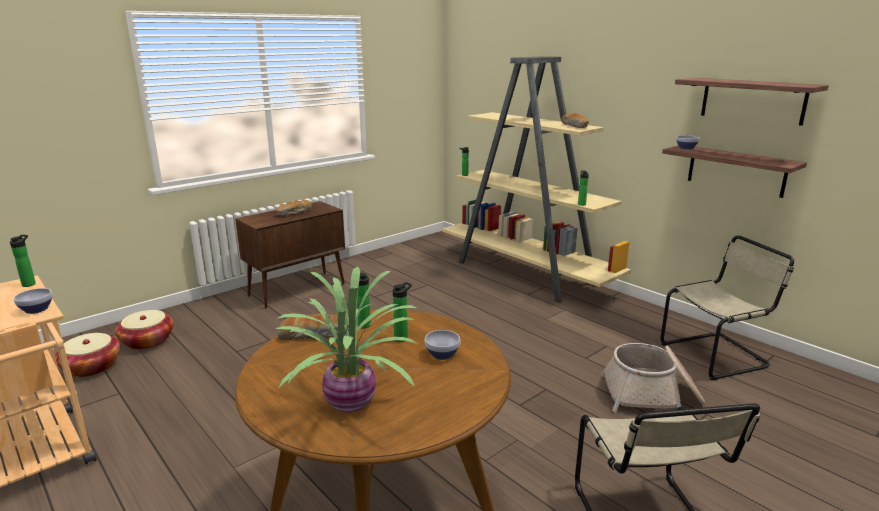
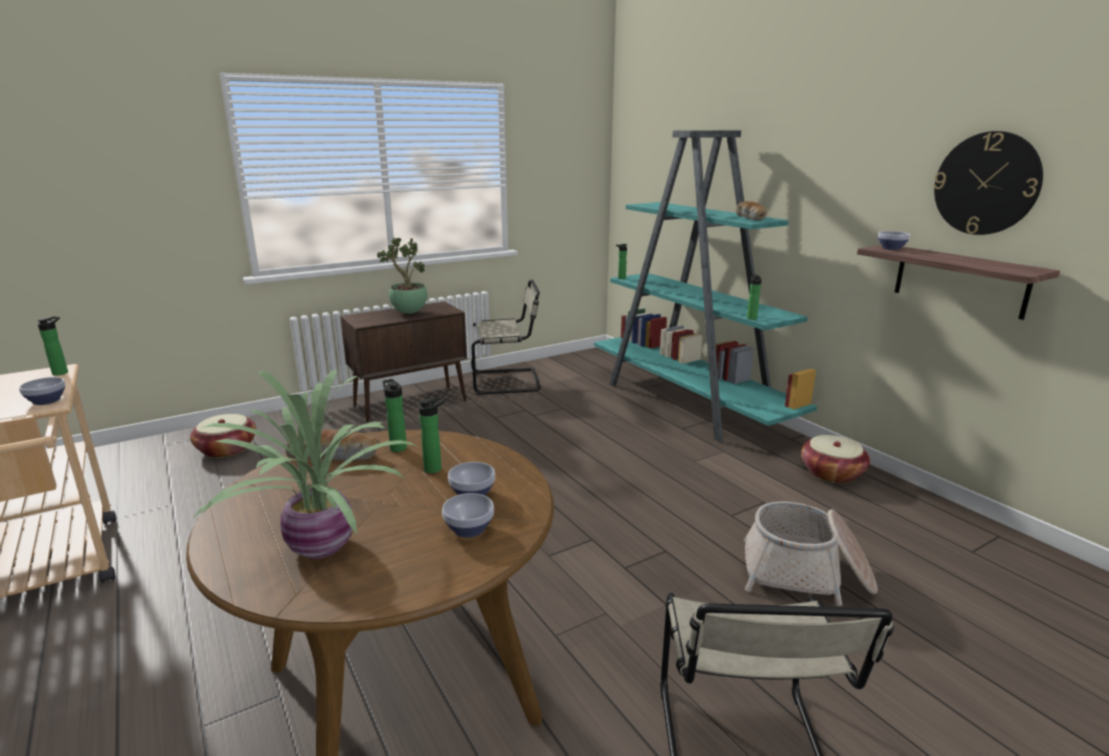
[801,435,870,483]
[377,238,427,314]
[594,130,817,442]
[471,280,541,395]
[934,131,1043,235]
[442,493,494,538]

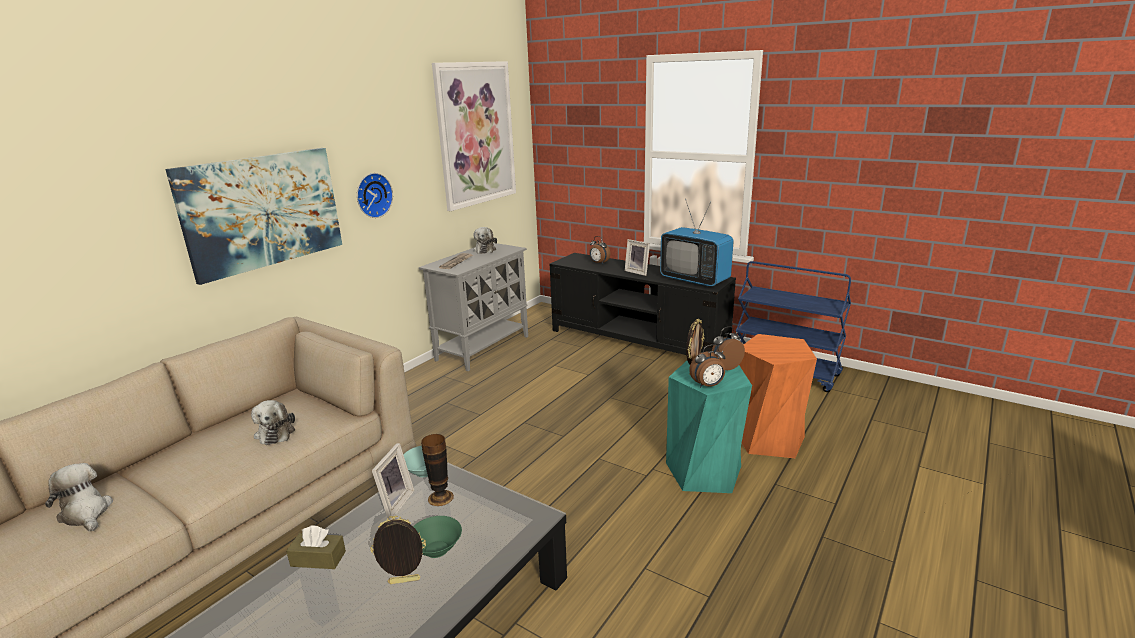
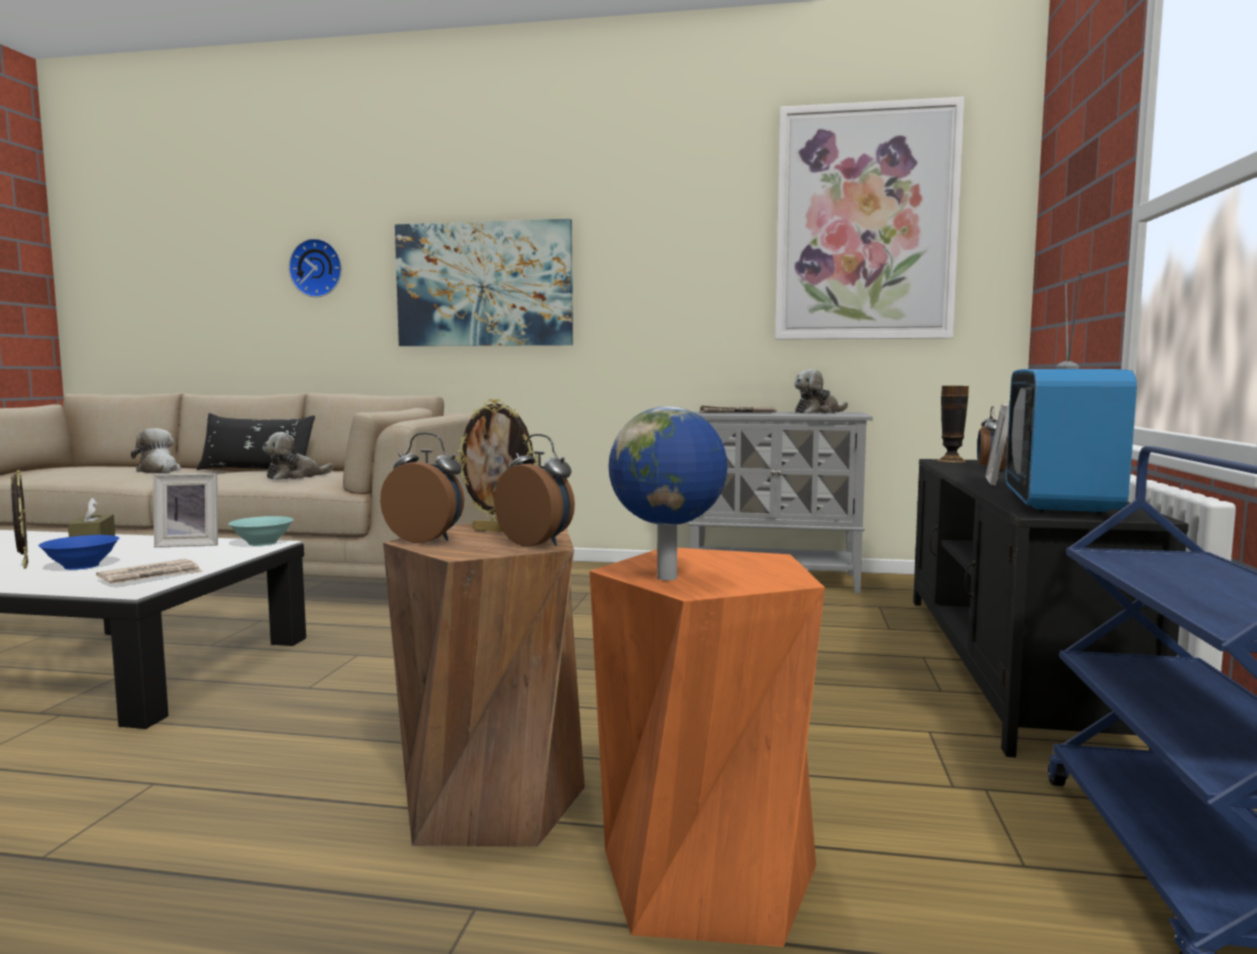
[131,428,181,474]
[288,238,342,297]
[38,535,119,570]
[937,386,969,462]
[383,524,585,847]
[380,432,464,543]
[96,559,203,584]
[197,413,315,470]
[609,406,727,580]

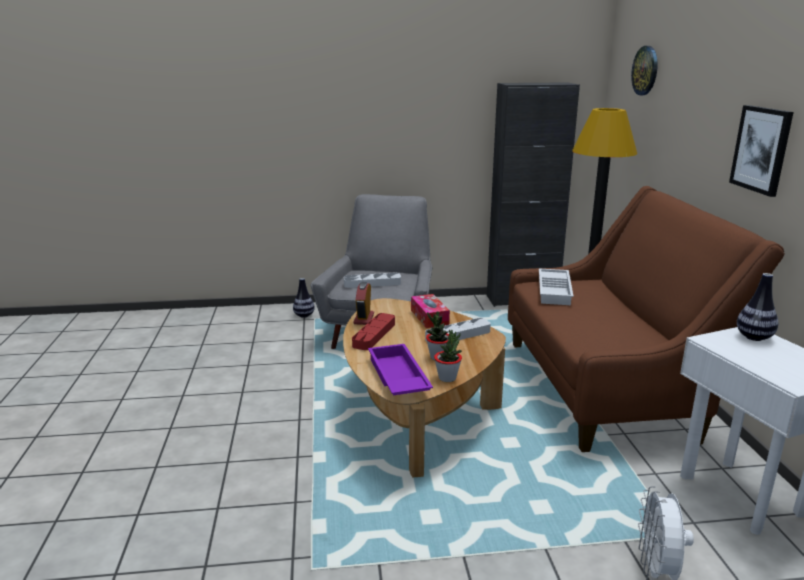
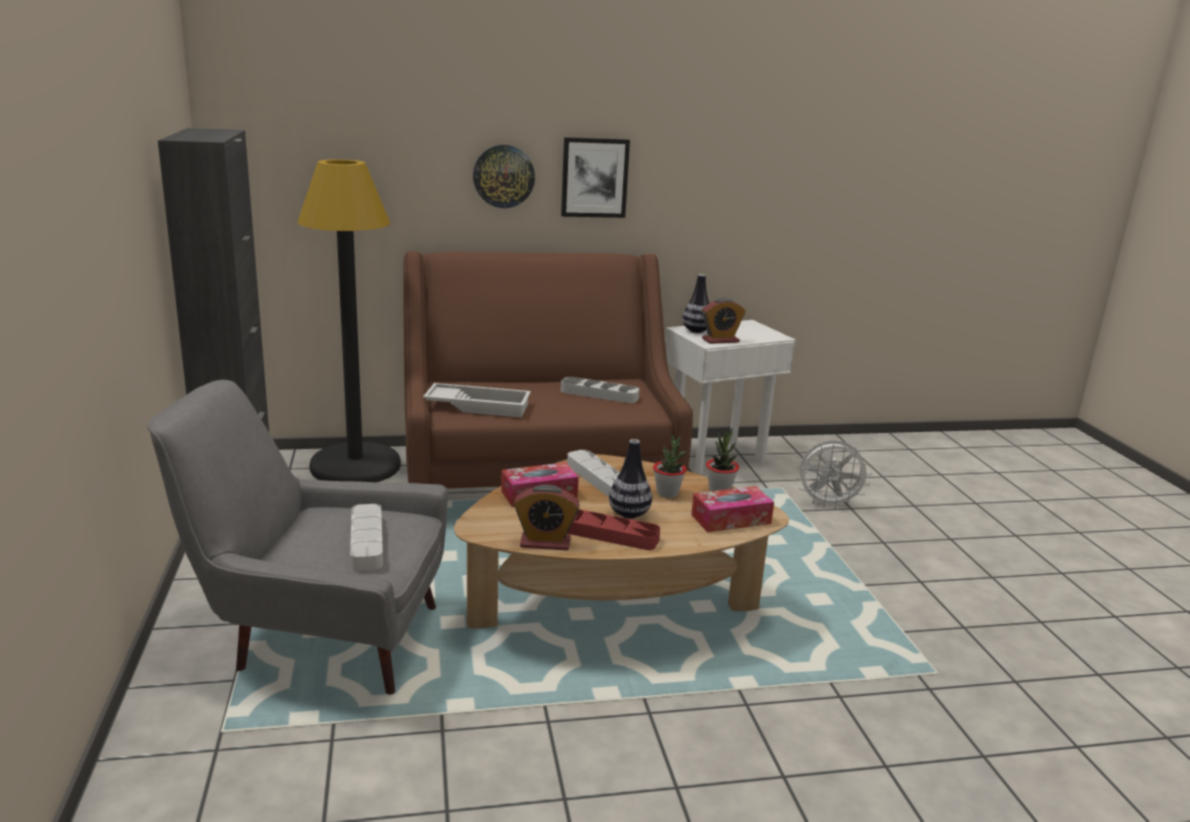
[609,439,652,519]
[691,486,774,532]
[473,145,535,208]
[561,377,640,403]
[702,298,746,344]

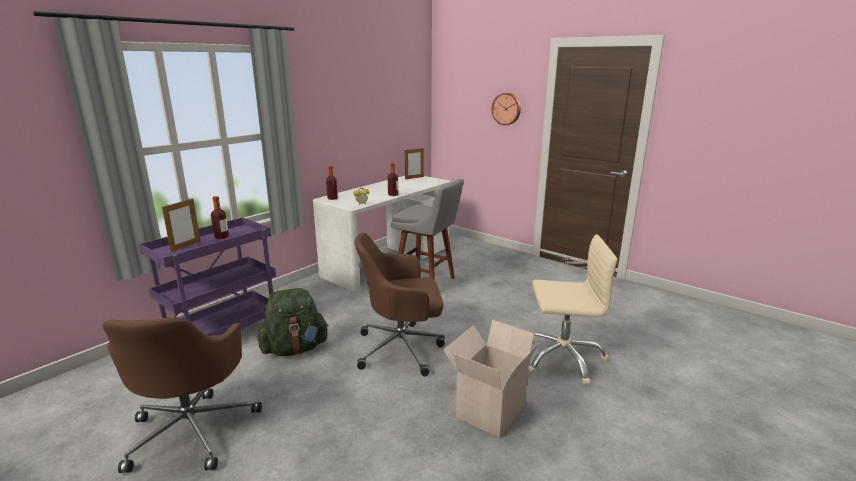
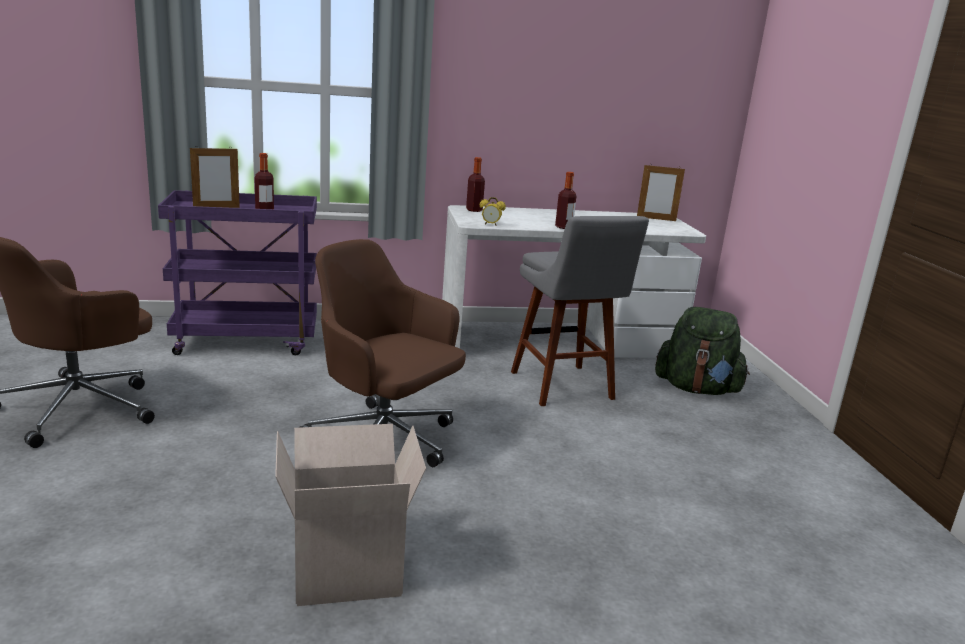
[655,307,750,395]
[492,93,521,125] (first image)
[528,234,618,385] (first image)

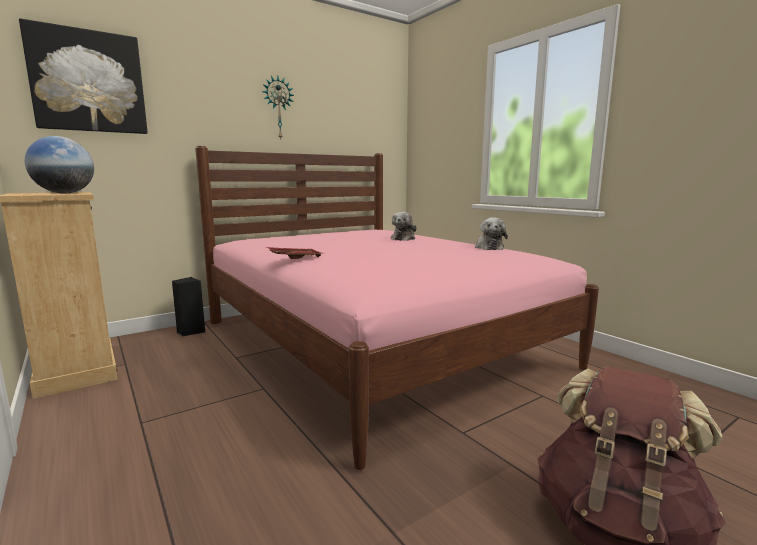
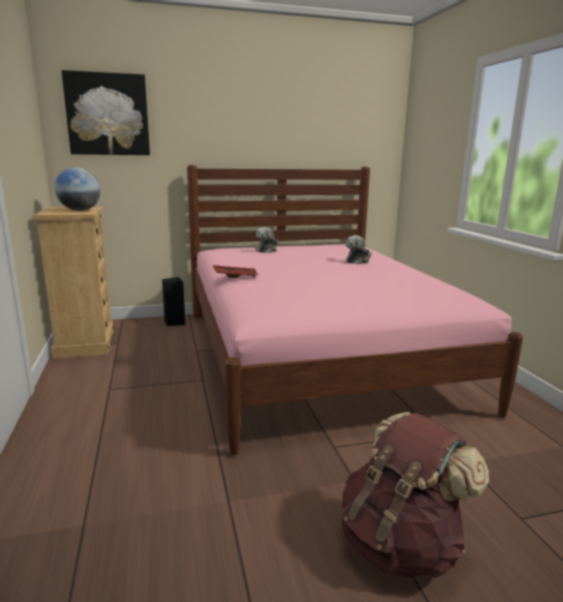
[262,76,294,139] (first image)
[255,227,278,253]

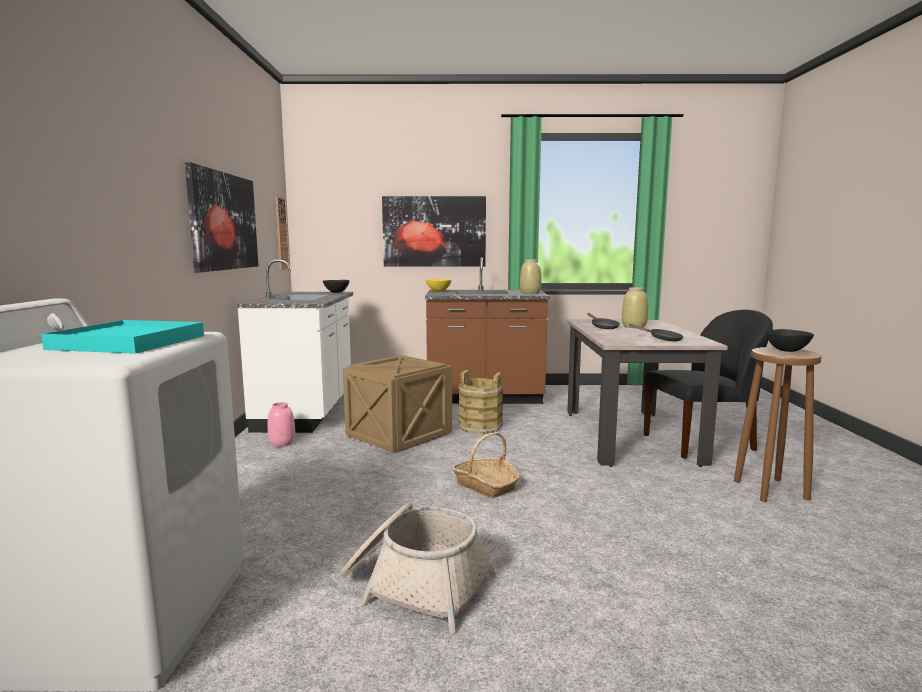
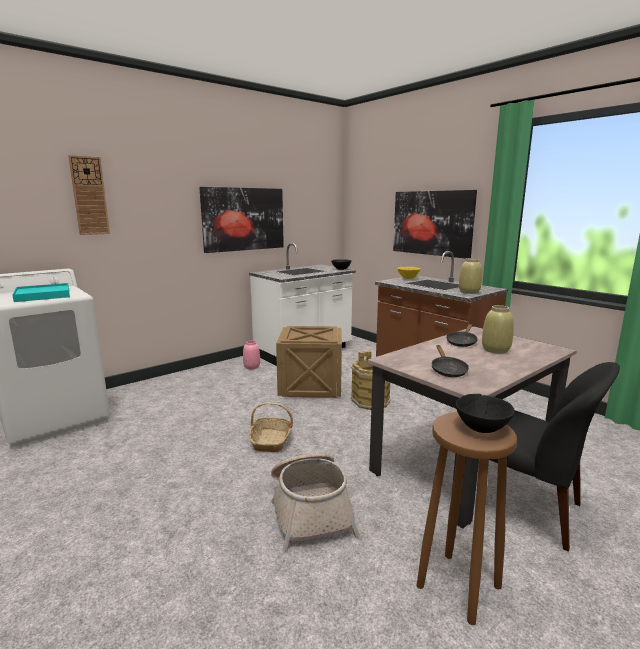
[68,155,110,235]
[271,453,359,551]

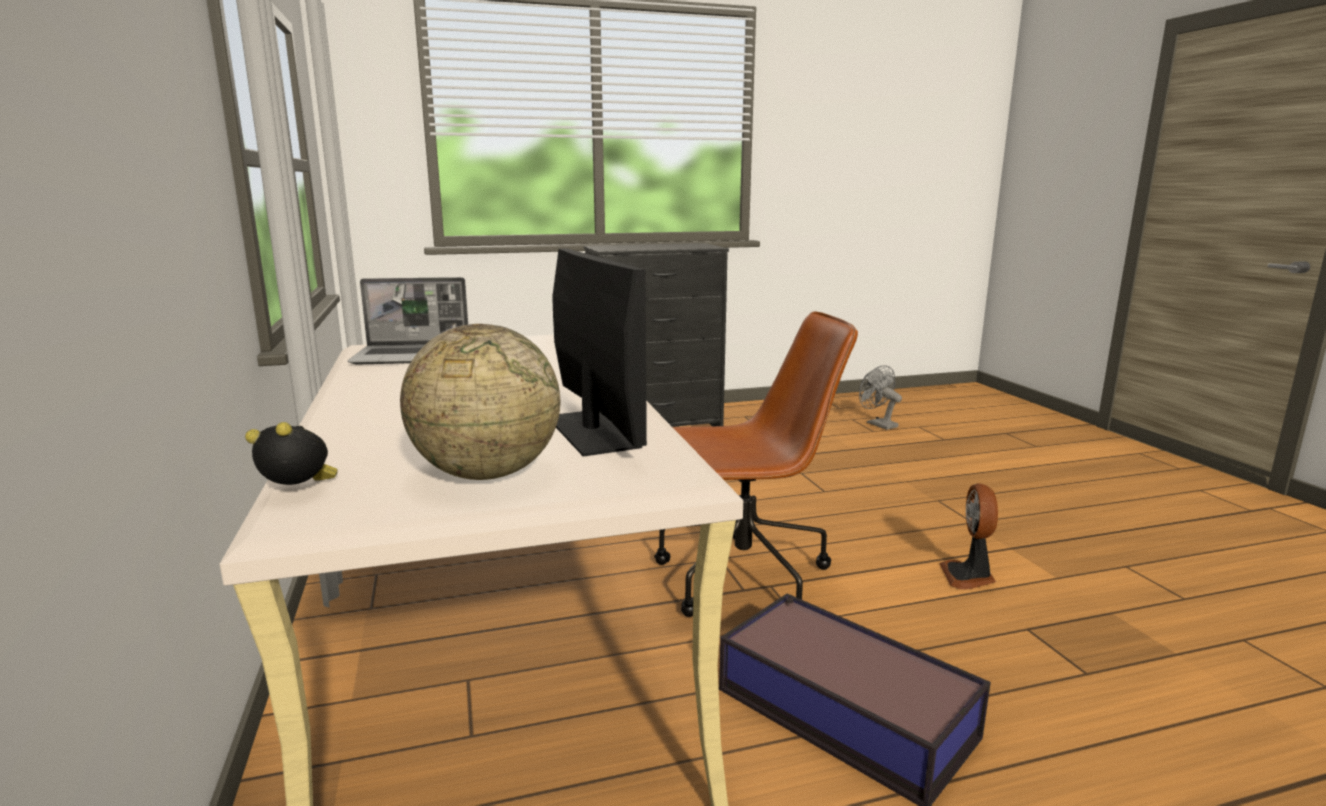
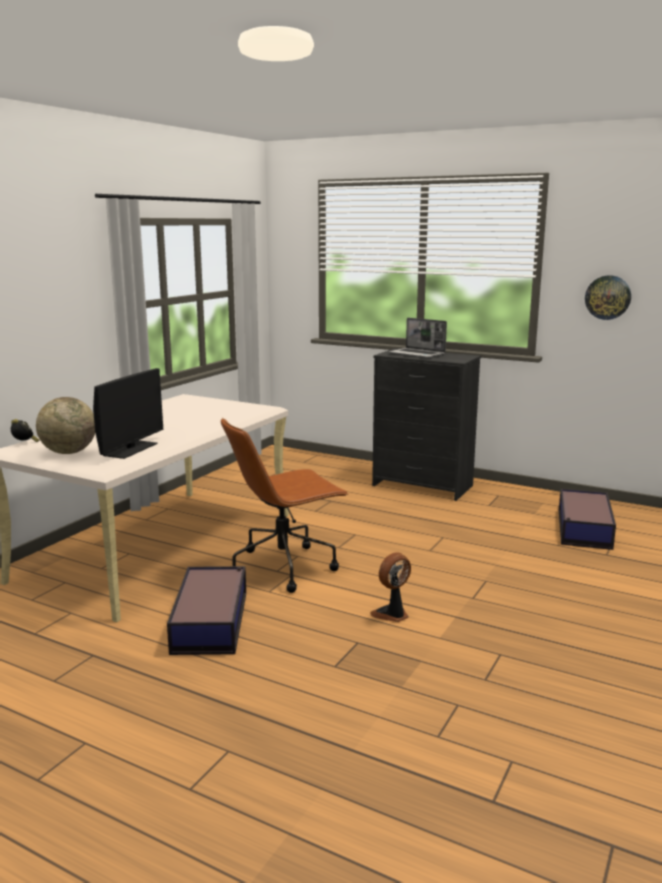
[389,318,447,358]
[221,418,348,593]
[559,489,616,550]
[585,275,631,320]

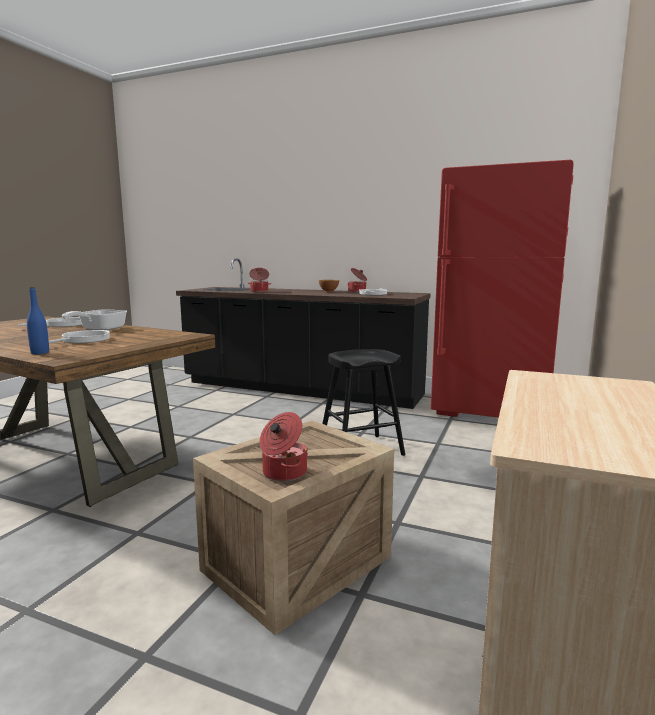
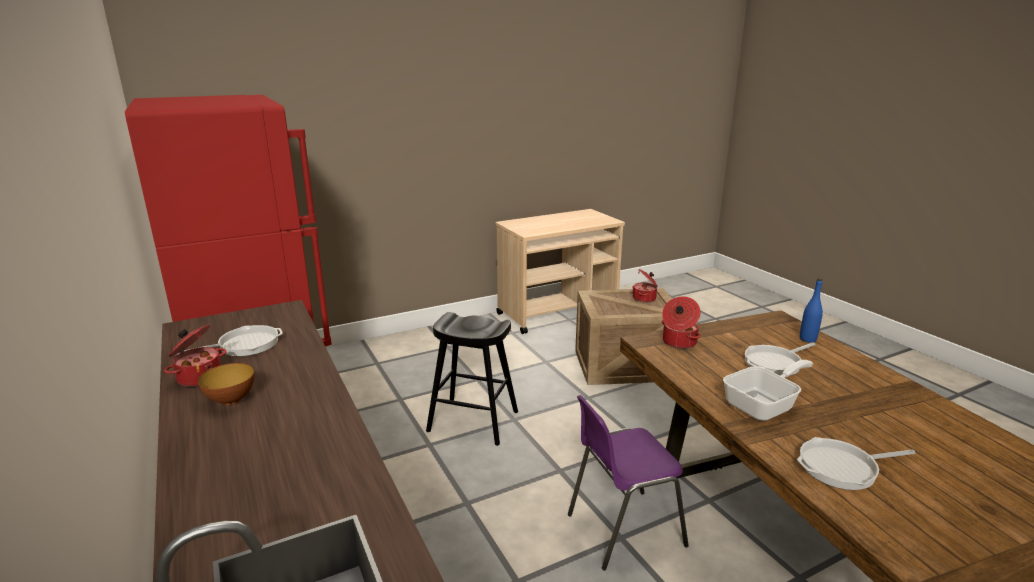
[662,296,701,349]
[568,395,689,571]

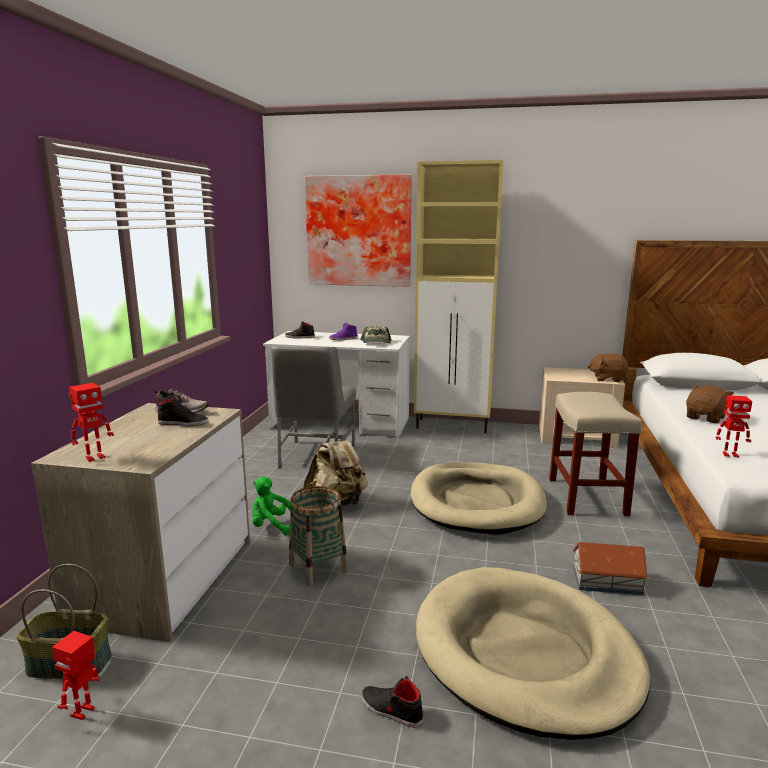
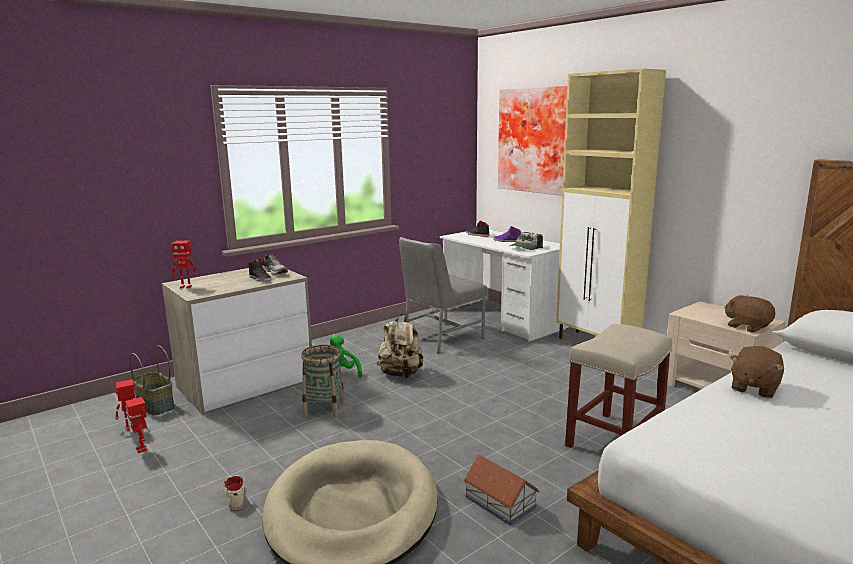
[222,475,245,511]
[411,462,547,535] (first image)
[730,346,784,398]
[125,397,147,453]

